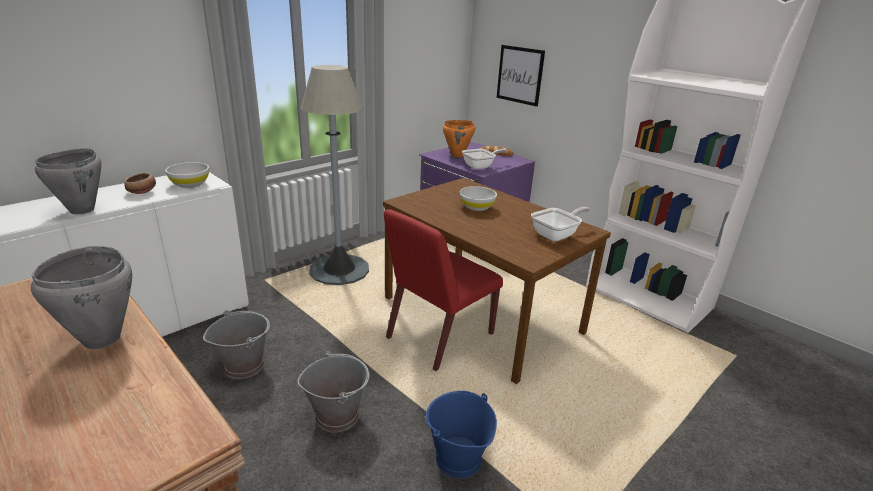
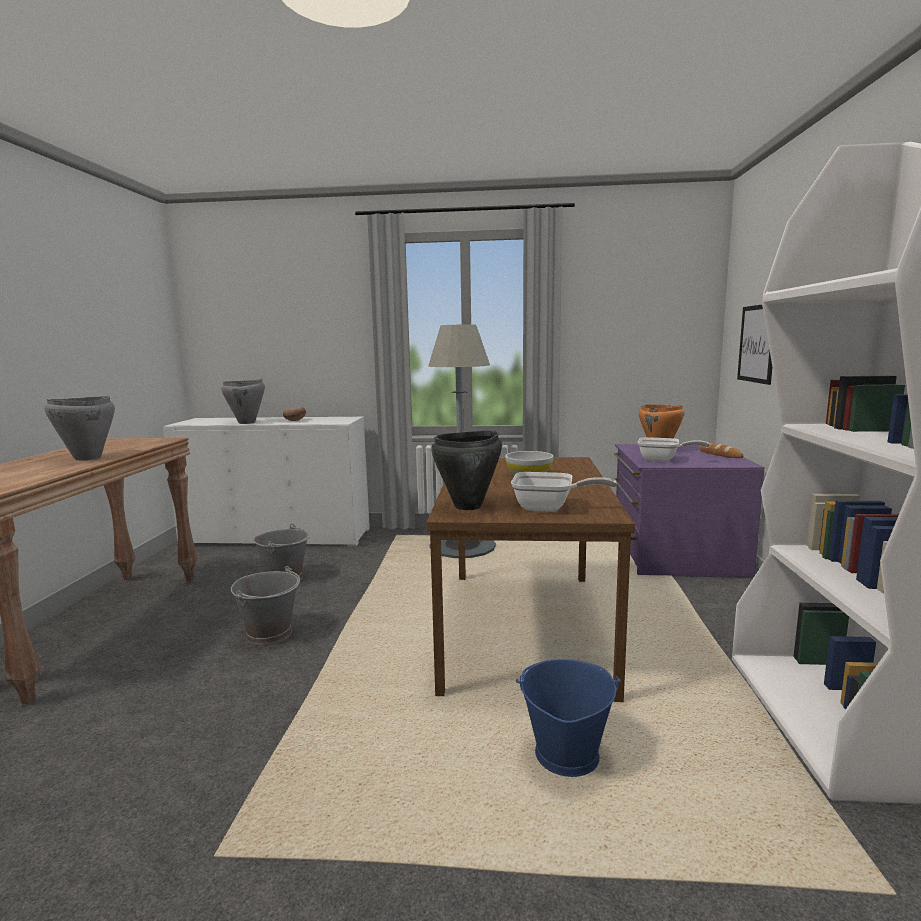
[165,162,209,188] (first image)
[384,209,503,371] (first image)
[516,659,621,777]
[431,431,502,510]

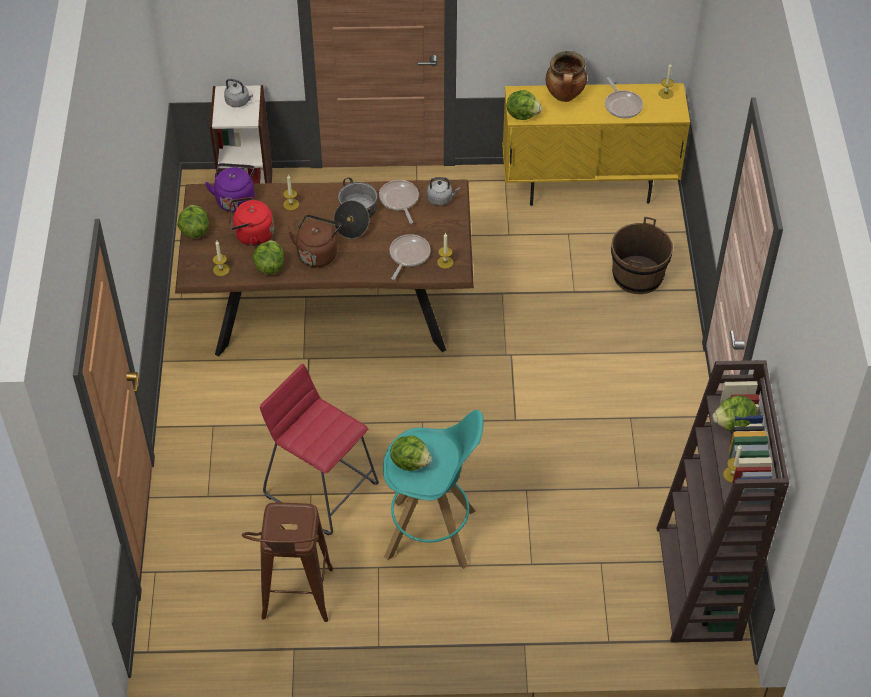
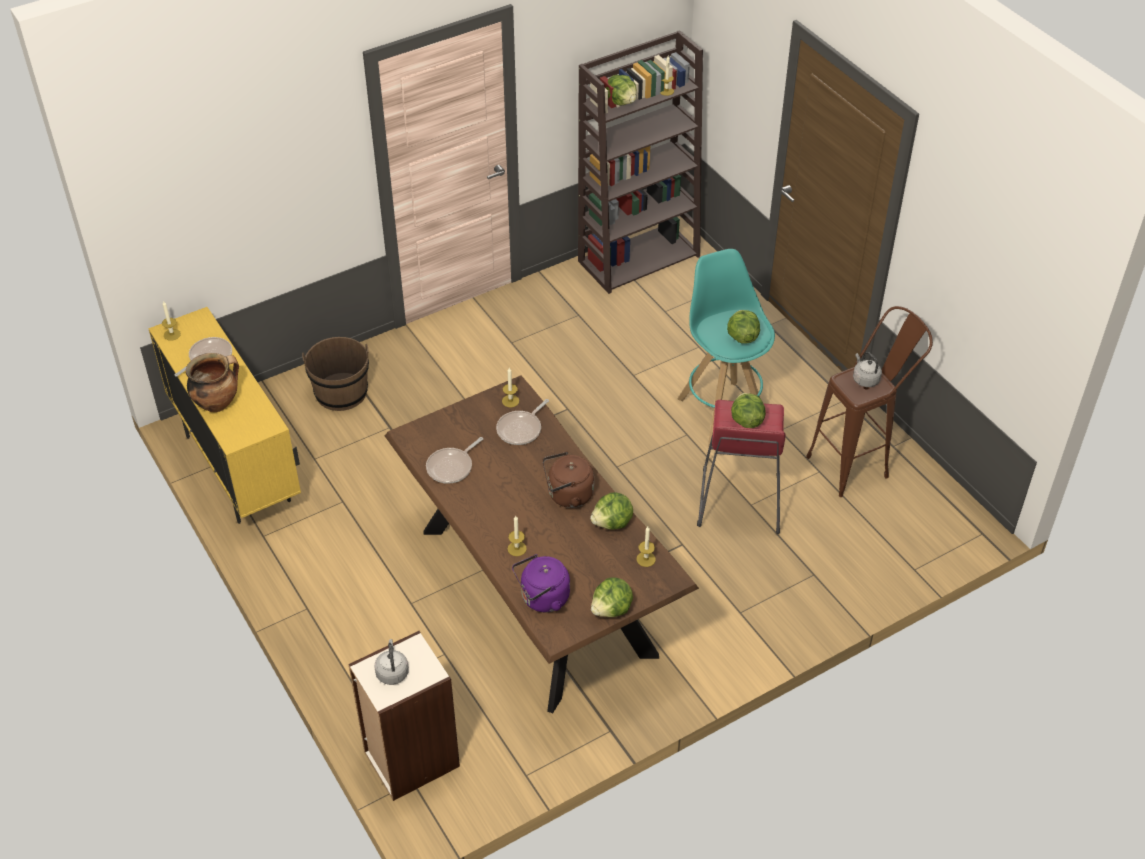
[229,197,274,246] (first image)
[334,178,377,239] (first image)
[496,399,549,445]
[853,352,882,387]
[731,393,766,428]

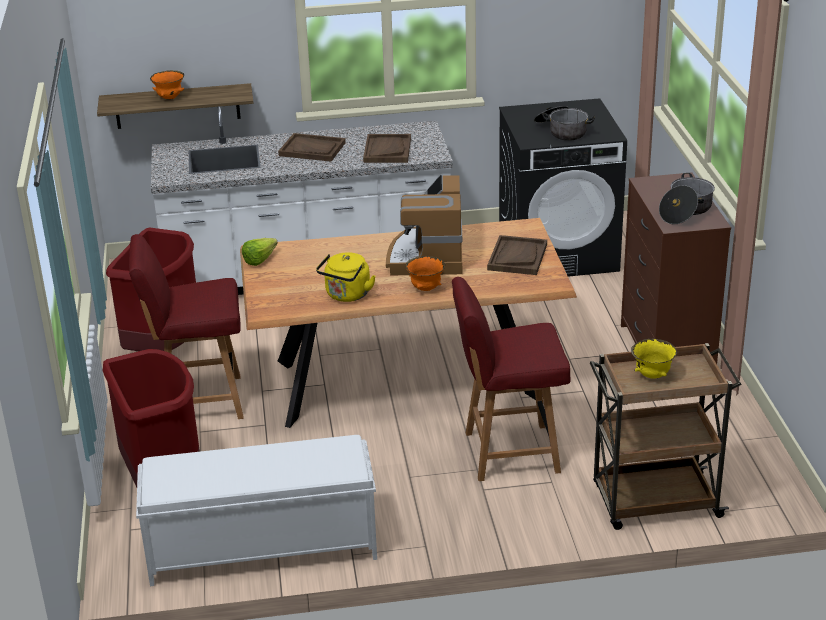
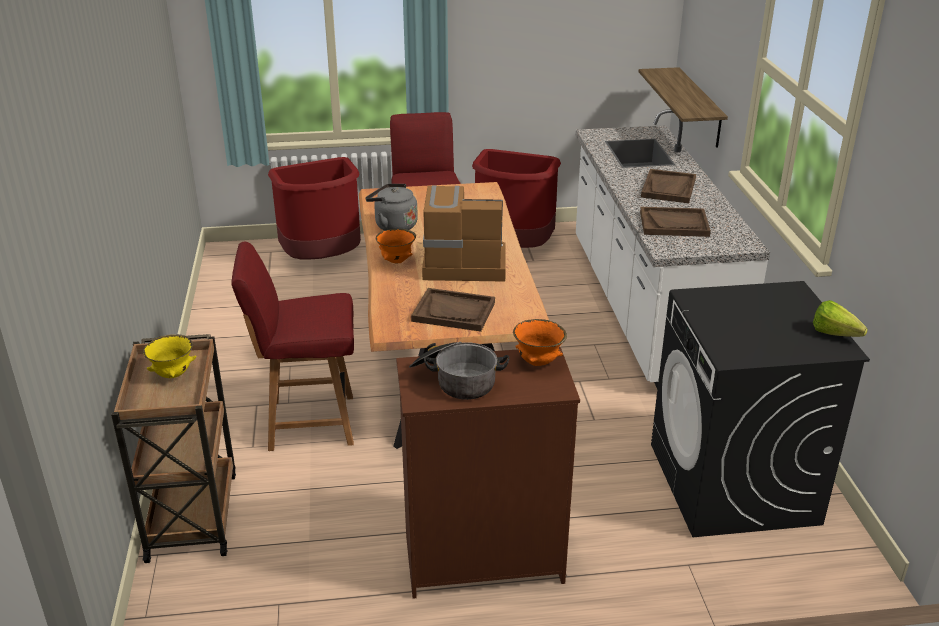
[136,435,377,586] (first image)
[513,319,567,366]
[813,300,868,337]
[365,184,418,231]
[231,241,354,451]
[534,106,596,141] (first image)

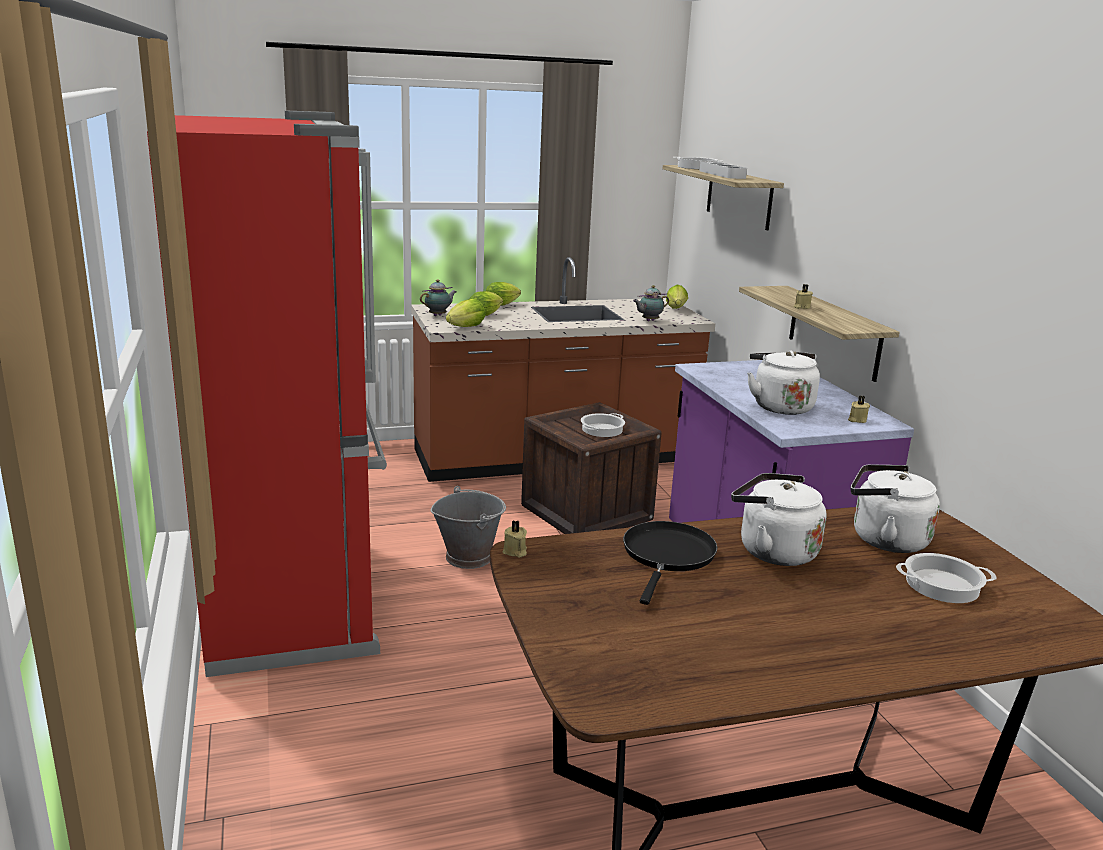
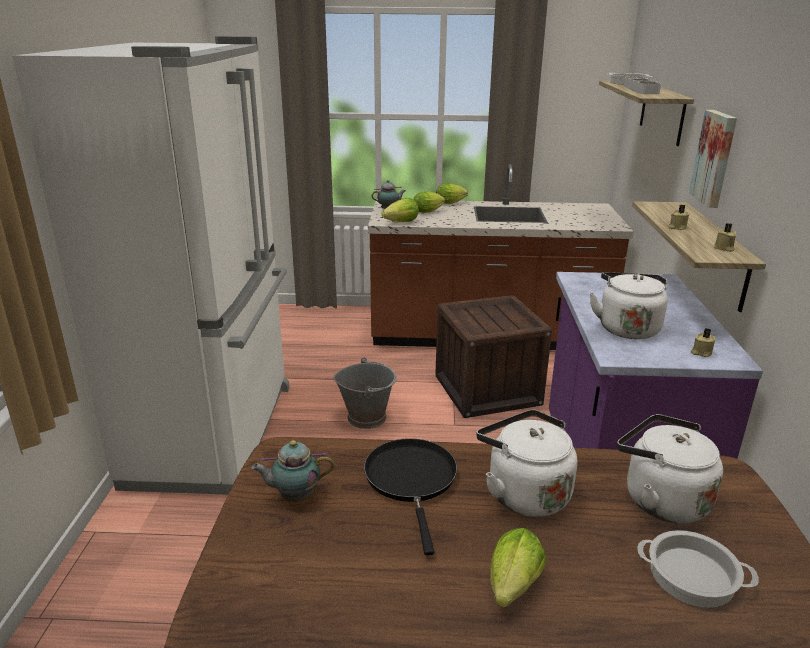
[12,36,290,495]
[714,223,737,252]
[581,413,625,437] (first image)
[364,438,457,555]
[251,440,334,502]
[490,528,546,607]
[689,110,737,208]

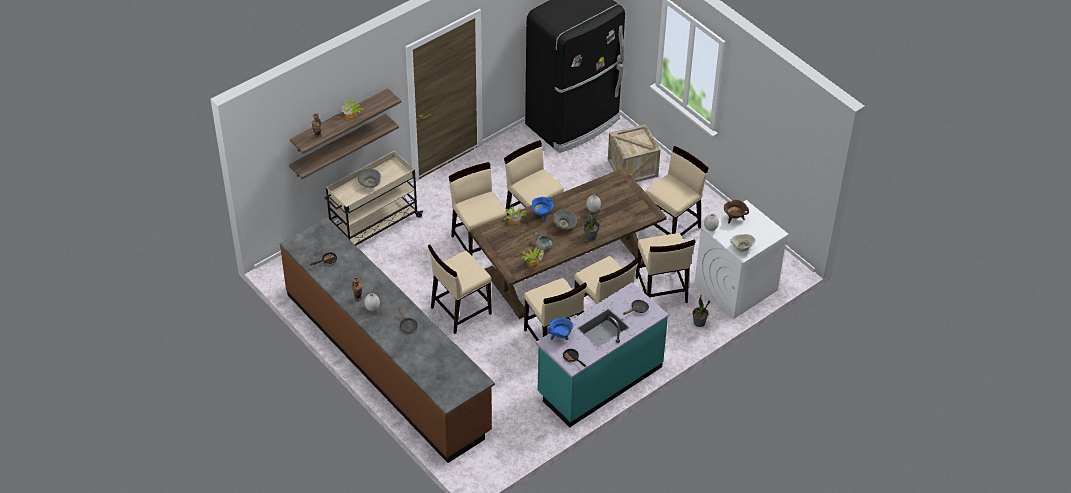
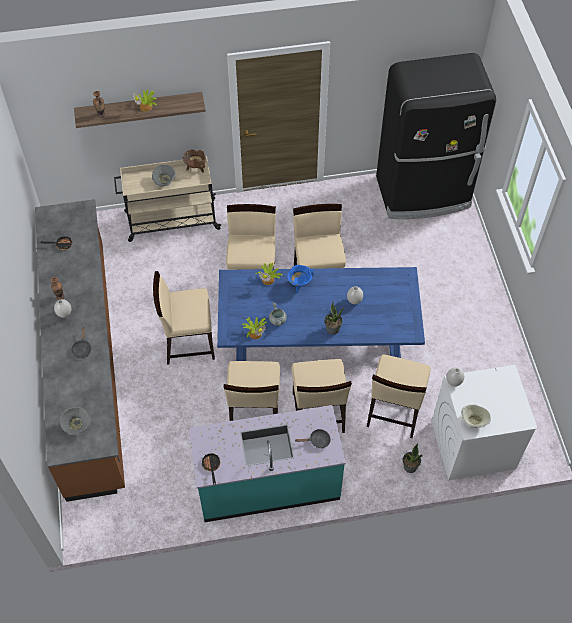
[289,114,399,179] (first image)
[217,267,425,361]
[547,318,574,340] (first image)
[60,407,91,435]
[608,124,661,182] (first image)
[643,146,708,236] (first image)
[183,149,206,173]

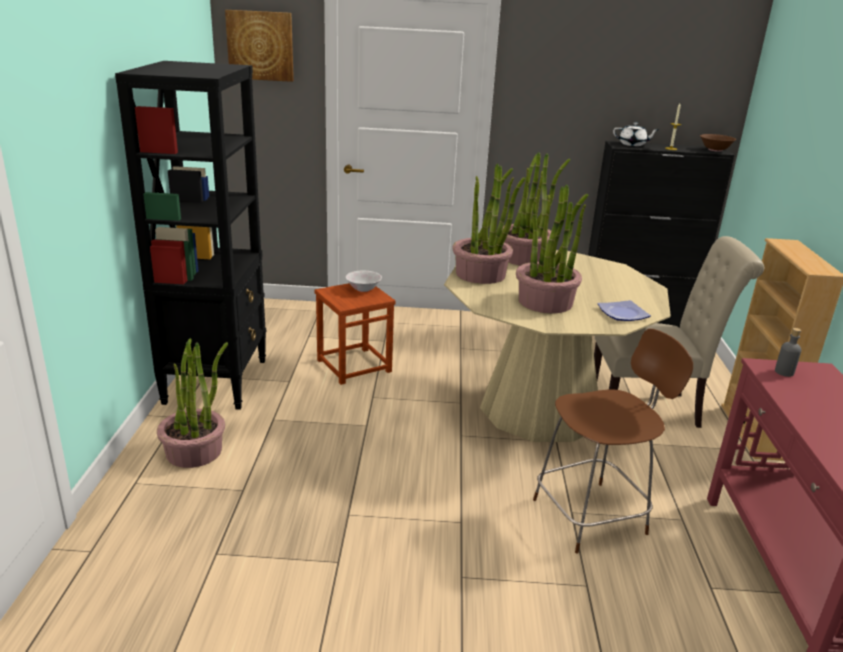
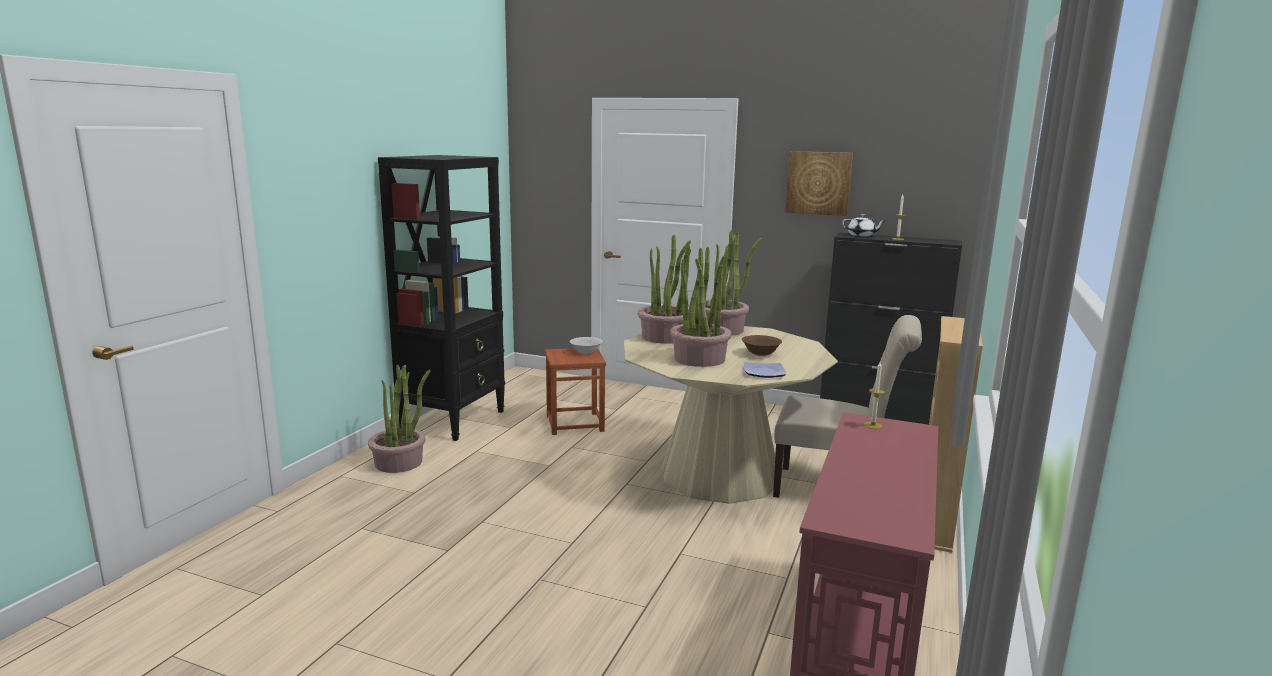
[785,151,853,216]
[533,329,693,554] (first image)
[742,335,782,357]
[864,362,885,429]

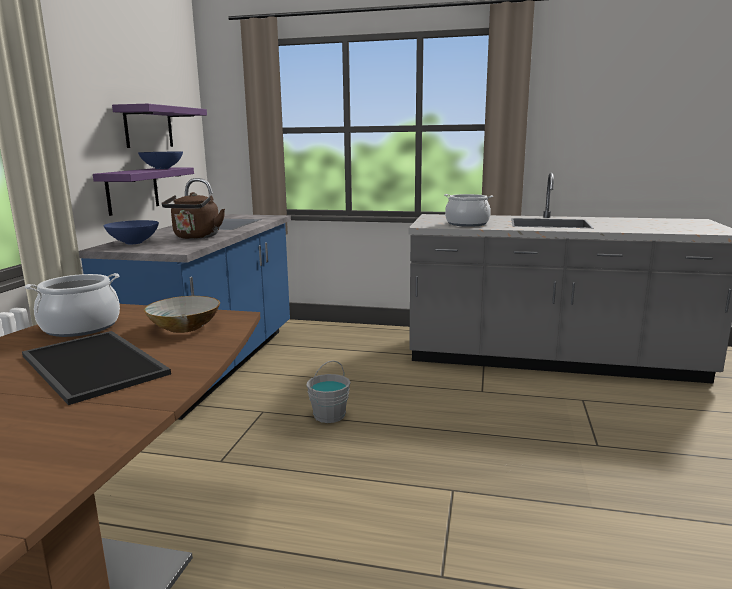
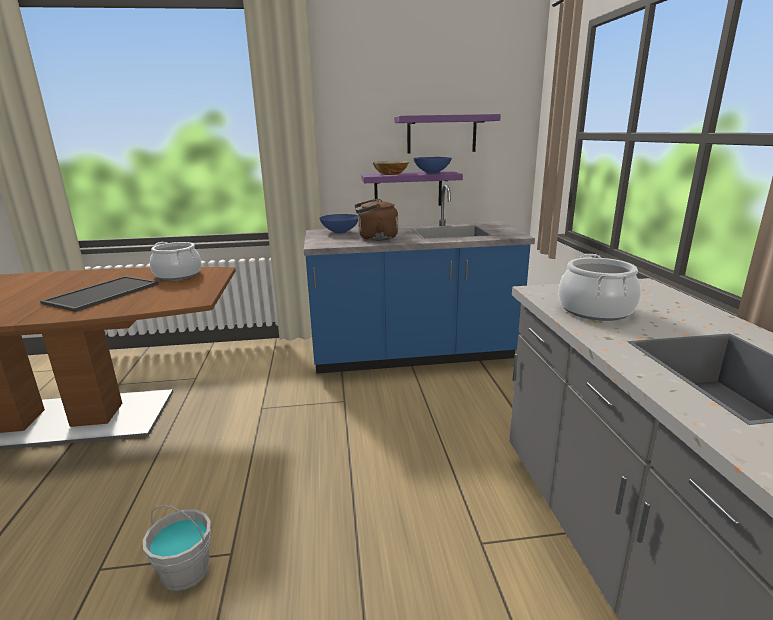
[373,161,409,175]
[143,505,211,591]

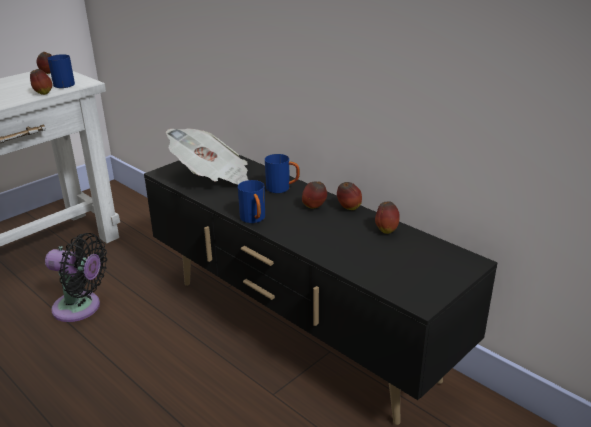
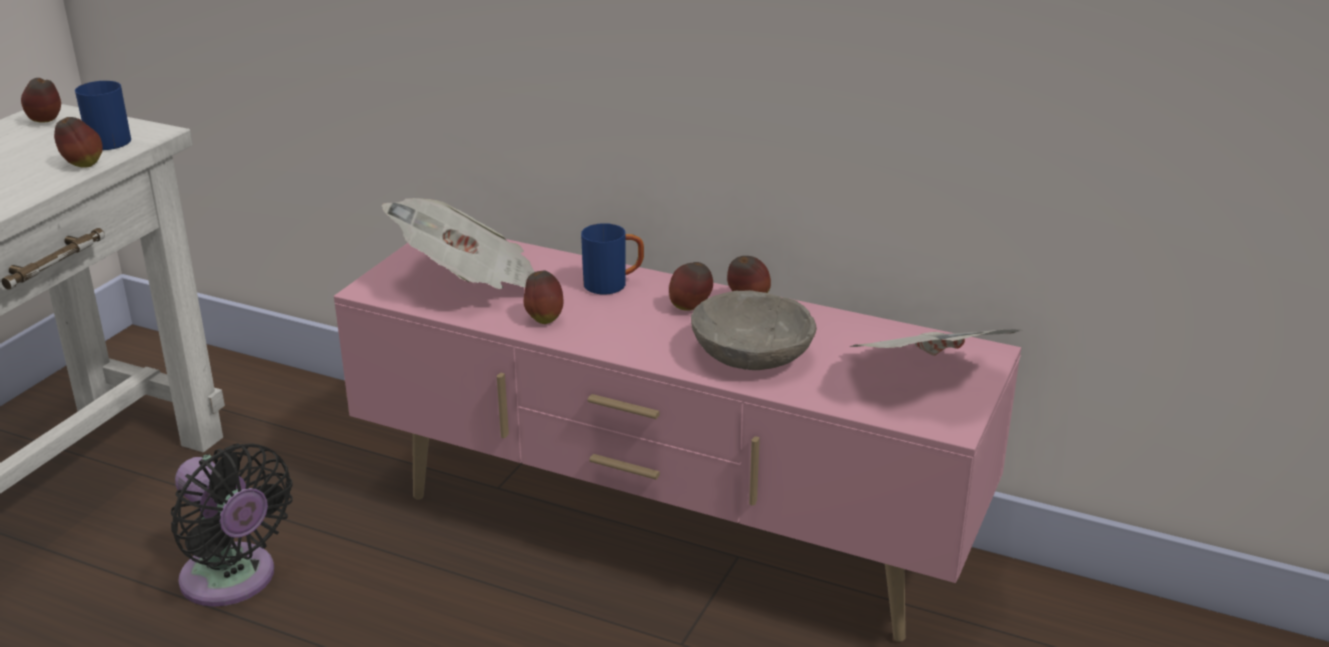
[171,443,293,607]
[334,239,1021,642]
[238,180,265,223] (first image)
[524,270,563,324]
[691,290,817,370]
[849,330,1019,356]

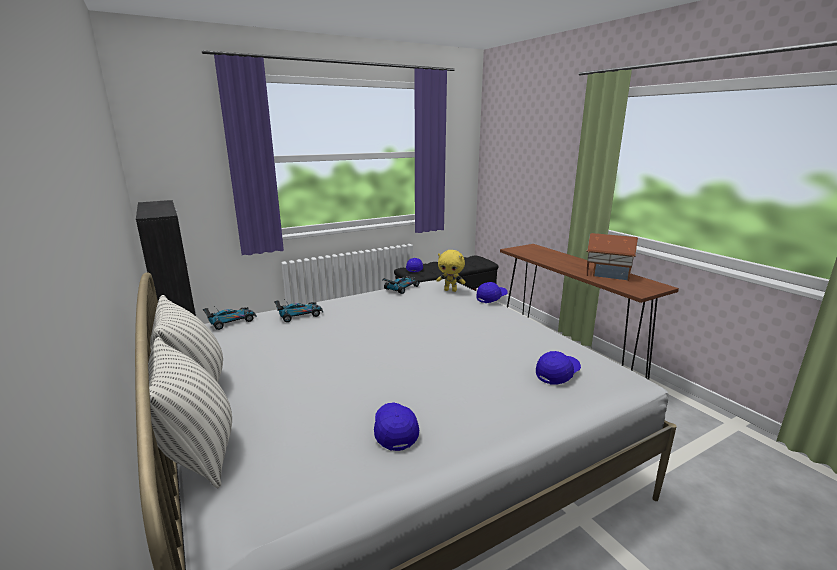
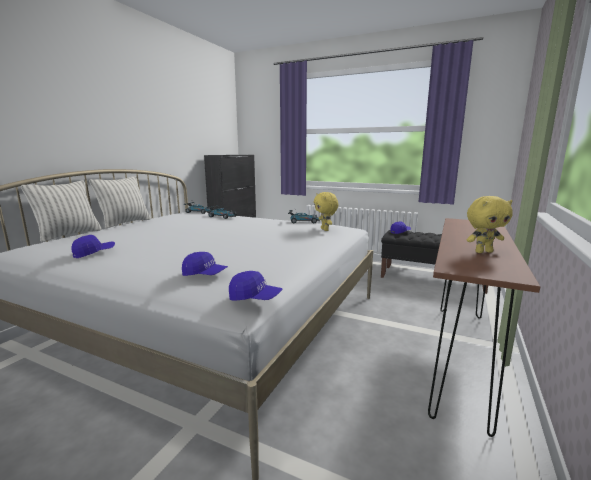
[229,271,282,300]
[467,196,513,253]

